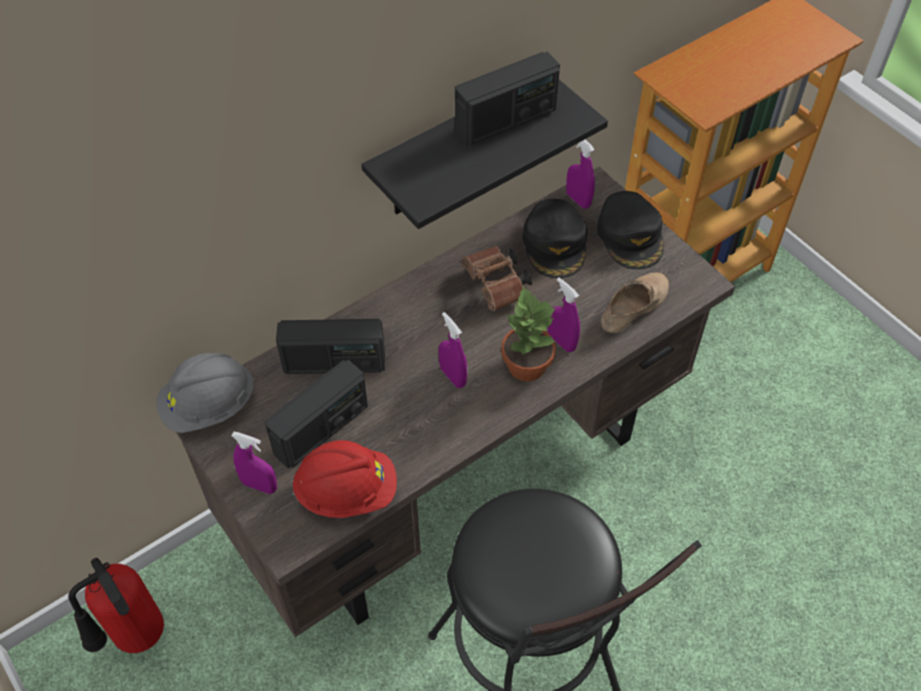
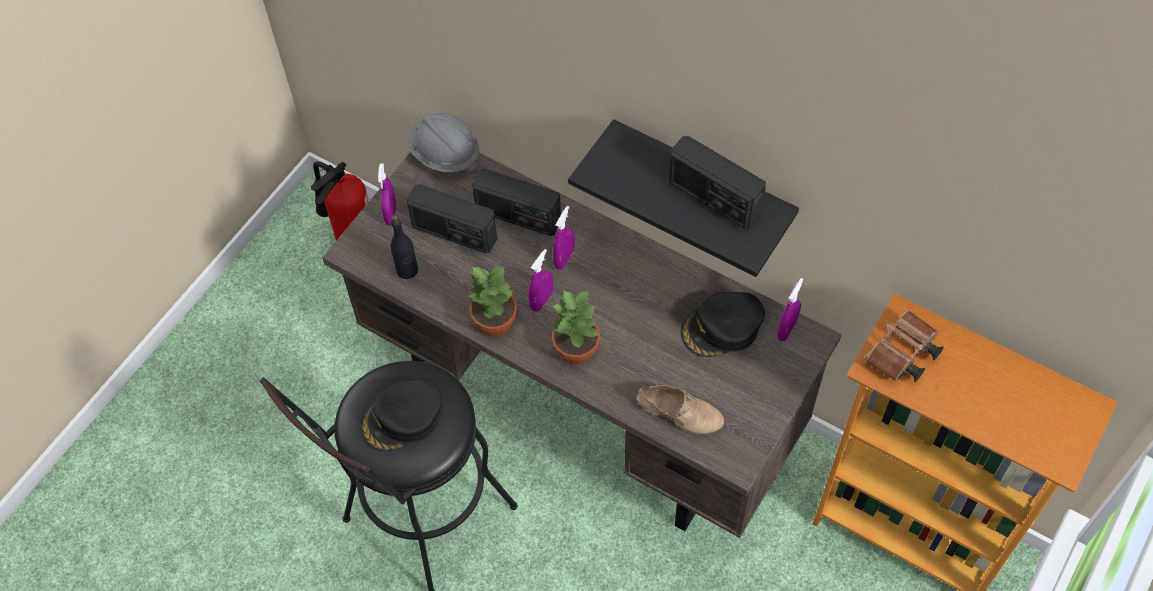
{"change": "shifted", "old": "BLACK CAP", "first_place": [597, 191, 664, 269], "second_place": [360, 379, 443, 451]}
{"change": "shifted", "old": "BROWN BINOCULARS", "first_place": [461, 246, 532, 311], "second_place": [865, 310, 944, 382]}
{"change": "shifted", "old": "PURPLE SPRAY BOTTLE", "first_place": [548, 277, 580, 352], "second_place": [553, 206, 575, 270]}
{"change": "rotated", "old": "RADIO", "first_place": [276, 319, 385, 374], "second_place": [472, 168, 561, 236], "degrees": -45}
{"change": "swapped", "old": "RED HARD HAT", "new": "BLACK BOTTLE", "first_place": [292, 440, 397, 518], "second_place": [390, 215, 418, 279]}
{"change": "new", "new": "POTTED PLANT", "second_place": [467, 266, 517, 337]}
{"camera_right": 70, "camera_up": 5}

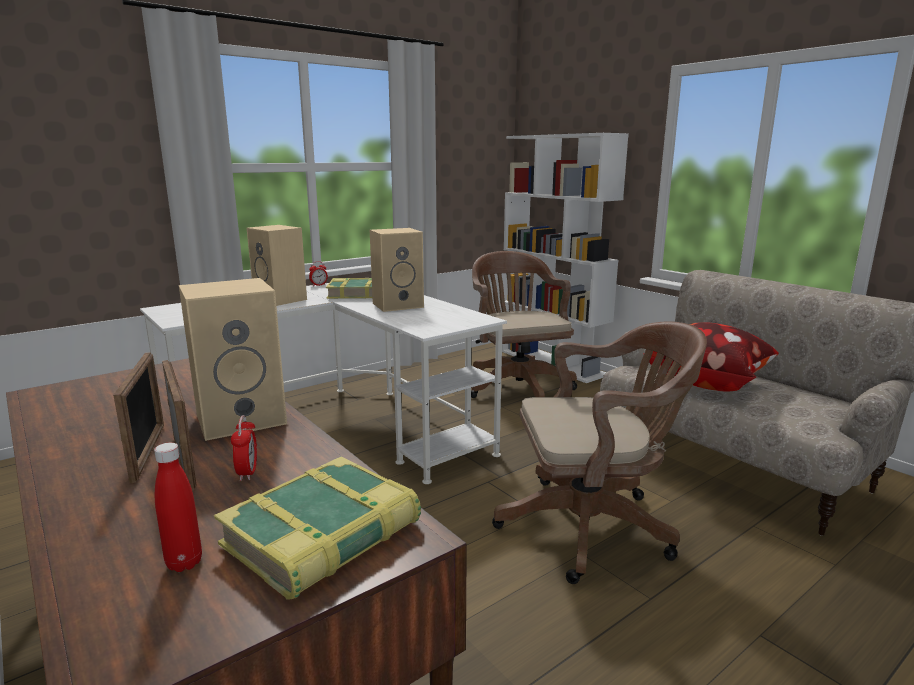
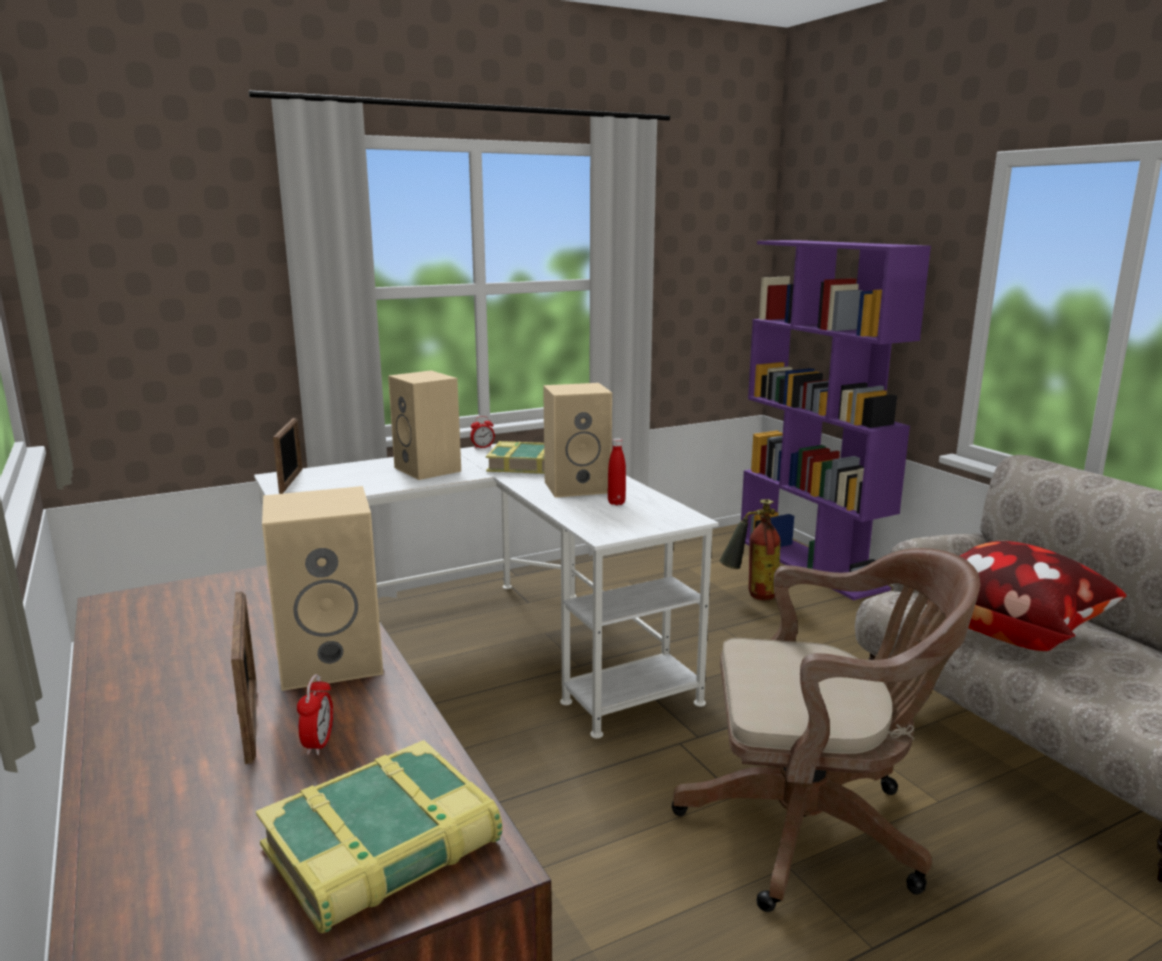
{"change": "repainted", "old": "WHITE BOOKCASE", "new": "PURPLE BOOKCASE", "first_place": [502, 133, 629, 383], "second_place": [741, 240, 931, 600]}
{"change": "swapped", "old": "BROWN OFFICE CHAIR", "new": "FIRE EXTINGUISHER", "first_place": [471, 251, 577, 398], "second_place": [719, 499, 780, 600]}
{"change": "shifted", "old": "PICTURE FRAME", "first_place": [113, 352, 164, 483], "second_place": [273, 418, 302, 494]}
{"change": "shifted", "old": "RED BOTTLE", "first_place": [154, 443, 202, 572], "second_place": [608, 438, 626, 505]}
{"camera_right": 10, "camera_up": 0}

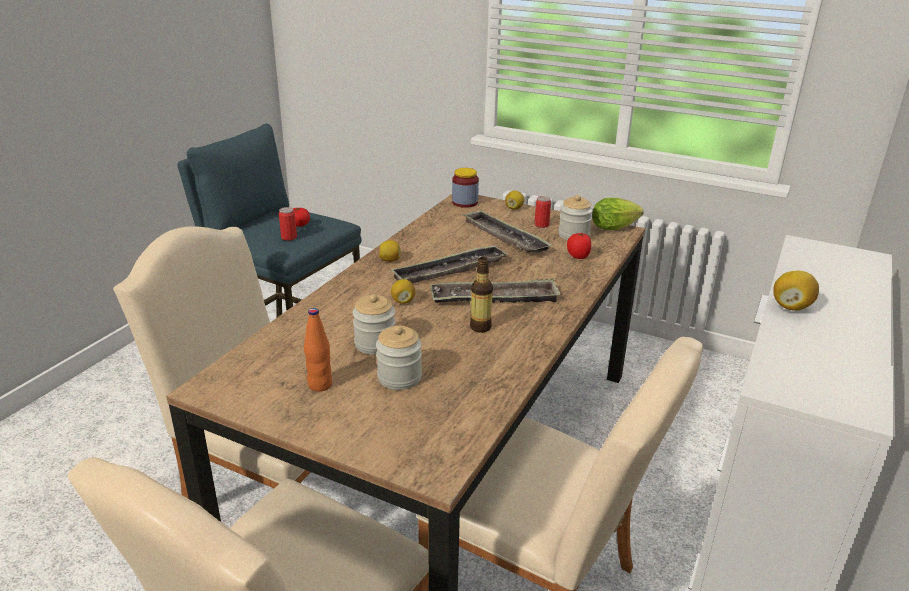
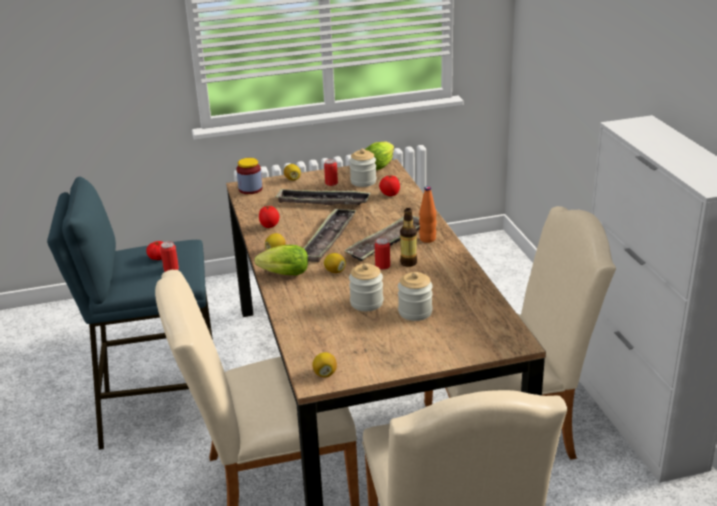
{"change": "shifted", "old": "LEMON", "first_place": [773, 271, 819, 311], "second_place": [312, 352, 337, 377]}
{"change": "shifted", "old": "ORANGE BOTTLE", "first_place": [304, 308, 332, 392], "second_place": [419, 186, 436, 243]}
{"change": "new", "new": "TOMATO", "second_place": [259, 206, 279, 228]}
{"change": "new", "new": "CAN", "second_place": [375, 238, 390, 270]}
{"change": "new", "new": "LETTUCE", "second_place": [254, 245, 308, 275]}
{"camera_right": -40, "camera_up": 0}

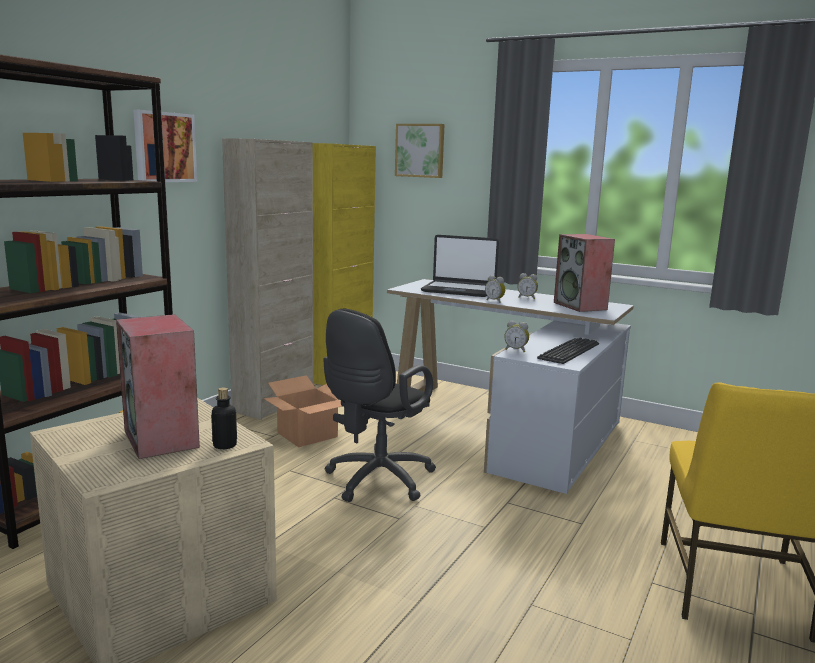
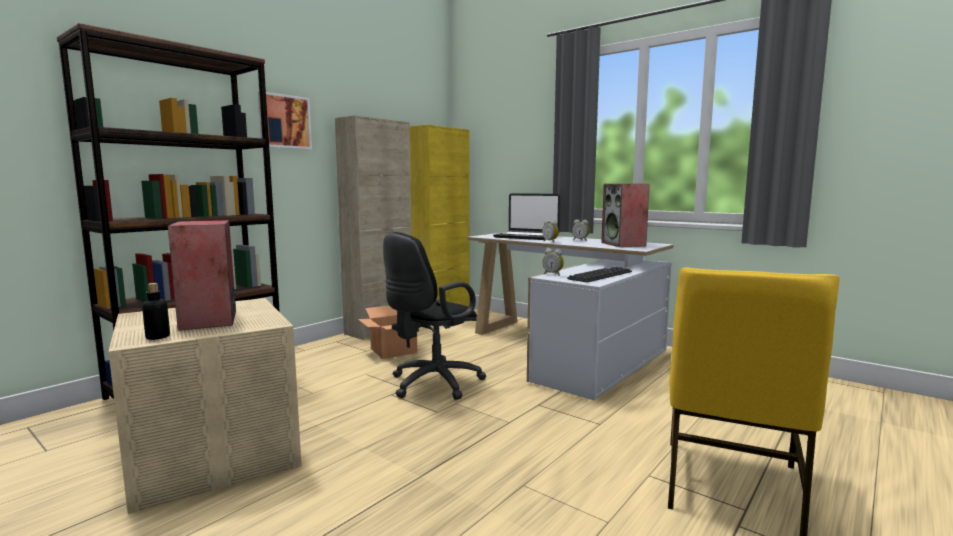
{"change": "gone", "old": "PICTURE", "first_place": [395, 124, 445, 178]}
{"change": "shifted", "old": "BOTTLE", "first_place": [211, 387, 237, 449], "second_place": [142, 283, 170, 340]}
{"camera_right": 10, "camera_up": -5}

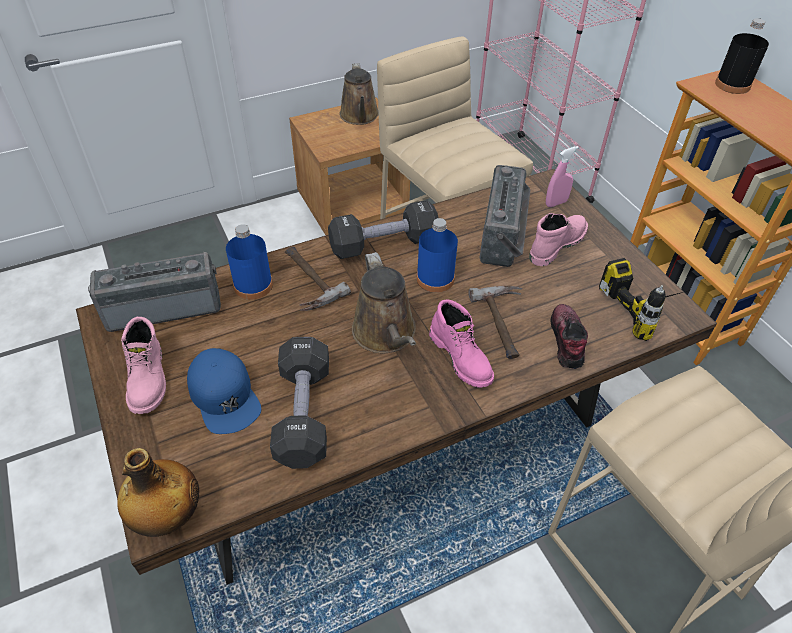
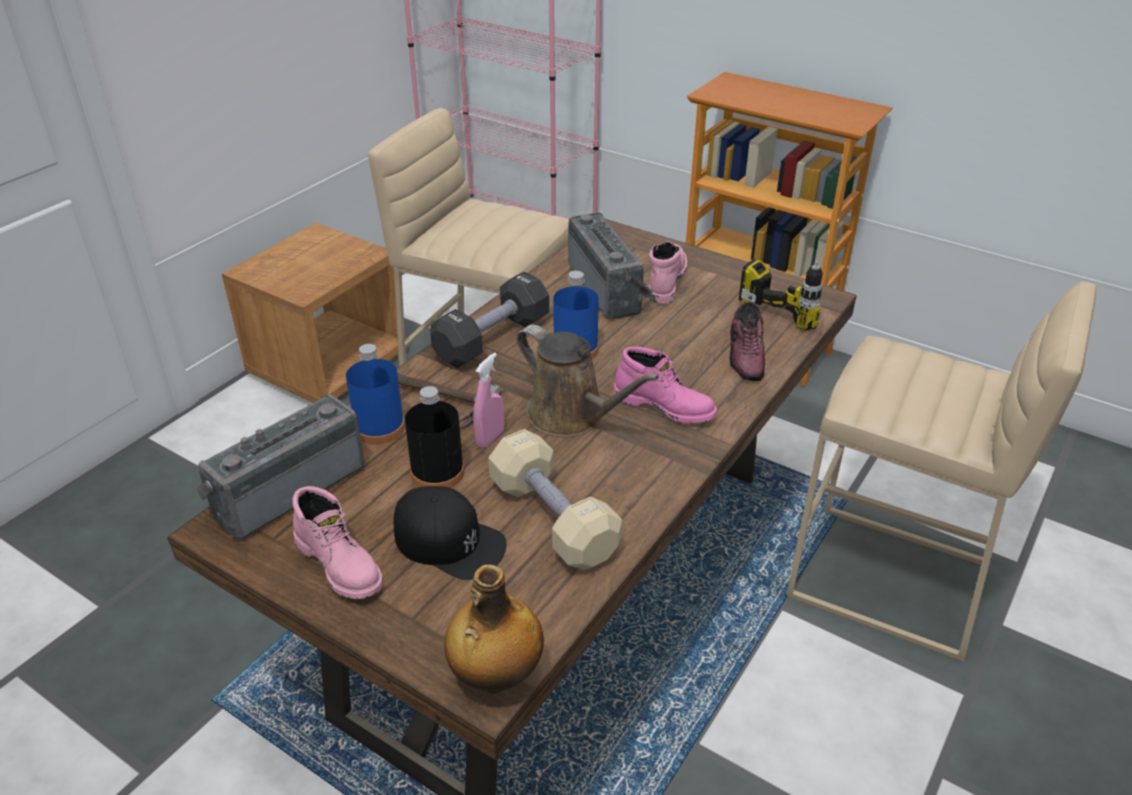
{"change": "shifted", "old": "BLACK BOTTLE", "first_place": [715, 18, 769, 94], "second_place": [405, 386, 464, 488]}
{"change": "gone", "old": "BROWN WATERING CAN", "first_place": [340, 63, 379, 125]}
{"change": "shifted", "old": "PINK SPRAY BOTTLE", "first_place": [546, 146, 579, 207], "second_place": [473, 353, 504, 448]}
{"change": "gone", "old": "HAMMER", "first_place": [468, 286, 522, 359]}
{"change": "rotated", "old": "SHOE", "first_place": [551, 304, 588, 369], "second_place": [730, 302, 765, 381], "degrees": -150}
{"change": "repainted", "old": "BLACK DUMBBELL", "new": "BEIGE DUMBBELL", "first_place": [270, 337, 329, 469], "second_place": [488, 429, 622, 570]}
{"change": "repainted", "old": "BLUE CAP", "new": "BLACK CAP", "first_place": [187, 348, 261, 434], "second_place": [393, 486, 507, 580]}
{"camera_right": -30, "camera_up": -10}

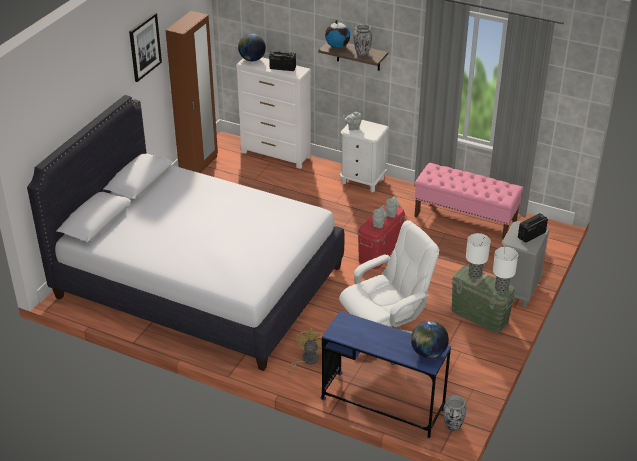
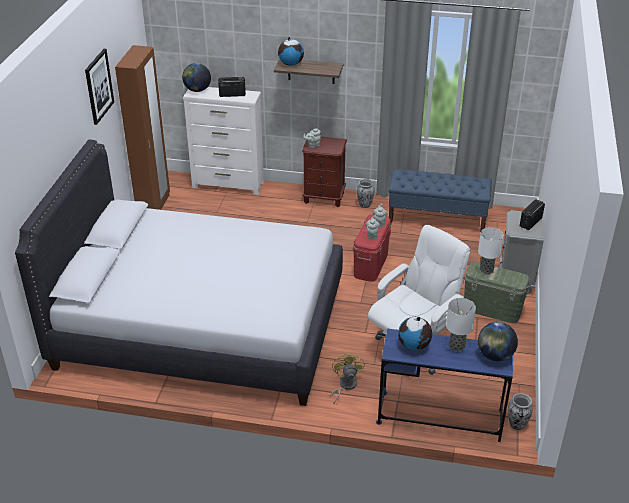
{"change": "shifted", "old": "VASE", "first_place": [354, 24, 372, 56], "second_place": [357, 179, 375, 208]}
{"change": "repainted", "old": "WHITE NIGHTSTAND", "new": "BROWN NIGHTSTAND", "first_place": [340, 120, 389, 192], "second_place": [302, 137, 347, 207]}
{"change": "repainted", "old": "PINK BENCH", "new": "BLUE BENCH", "first_place": [415, 163, 523, 239], "second_place": [389, 169, 492, 232]}
{"change": "shifted", "old": "TABLE LAMP", "first_place": [493, 247, 518, 294], "second_place": [446, 298, 476, 352]}
{"change": "new", "new": "GLOBE", "second_place": [398, 317, 432, 351]}
{"camera_right": -15, "camera_up": 0}

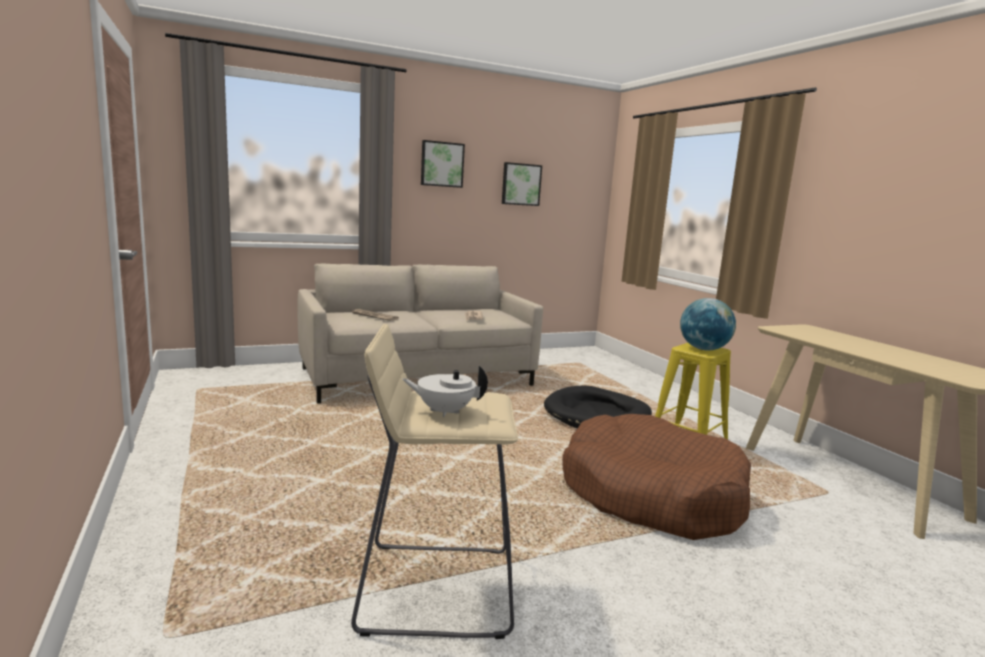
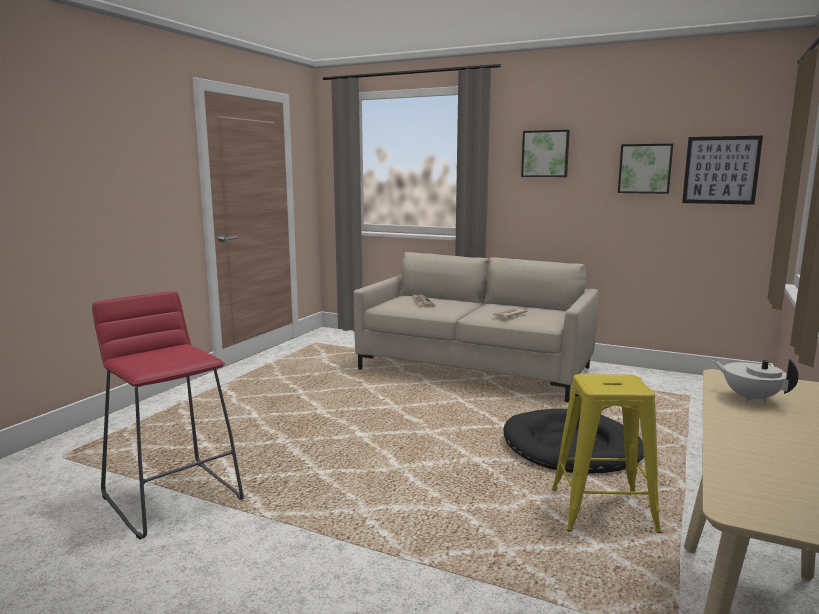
{"change": "gone", "old": "GLOBE", "first_place": [680, 298, 736, 351]}
{"change": "repainted", "old": "BEIGE STOOL", "new": "RED STOOL", "first_place": [351, 324, 518, 639], "second_place": [92, 291, 244, 540]}
{"change": "shifted", "old": "WHITE TEAPOT", "first_place": [402, 366, 488, 417], "second_place": [712, 359, 799, 403]}
{"change": "gone", "old": "BROWN DOG BED", "first_place": [562, 414, 751, 540]}
{"change": "new", "new": "PICTURE", "second_place": [682, 136, 763, 205]}
{"camera_right": 50, "camera_up": 0}

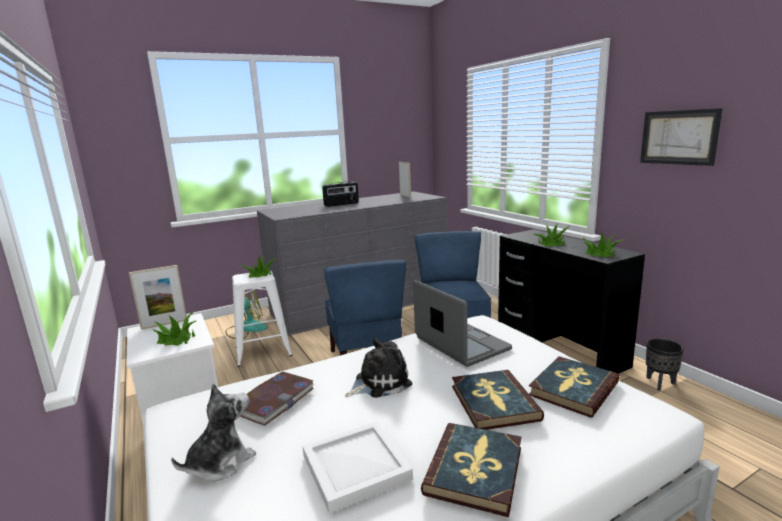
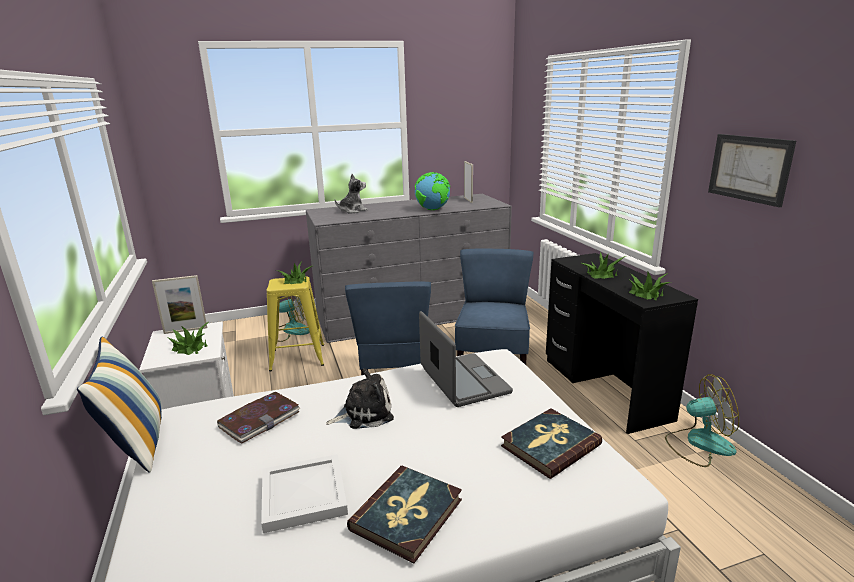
{"change": "gone", "old": "RADIO", "first_place": [322, 182, 359, 207]}
{"change": "repainted", "old": "WHITE STOOL", "new": "YELLOW STOOL", "first_place": [232, 270, 292, 367], "second_place": [267, 276, 324, 371]}
{"change": "swapped", "old": "BLACK PLANTER", "new": "FAN", "first_place": [646, 339, 684, 391], "second_place": [665, 374, 739, 467]}
{"change": "gone", "old": "BOOK", "first_place": [452, 370, 544, 430]}
{"change": "shifted", "old": "PLUSH TOY", "first_place": [171, 383, 256, 481], "second_place": [335, 174, 368, 213]}
{"change": "new", "new": "GLOBE", "second_place": [415, 172, 450, 210]}
{"change": "new", "new": "PILLOW", "second_place": [77, 336, 162, 473]}
{"camera_right": 10, "camera_up": 5}

